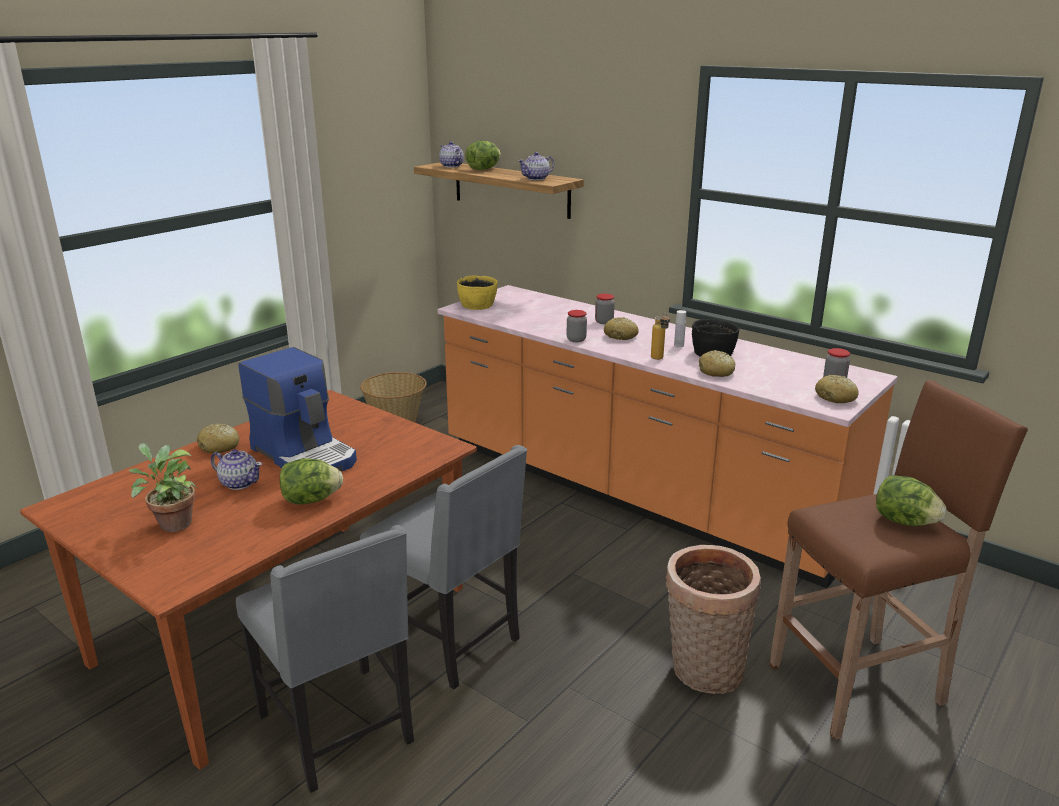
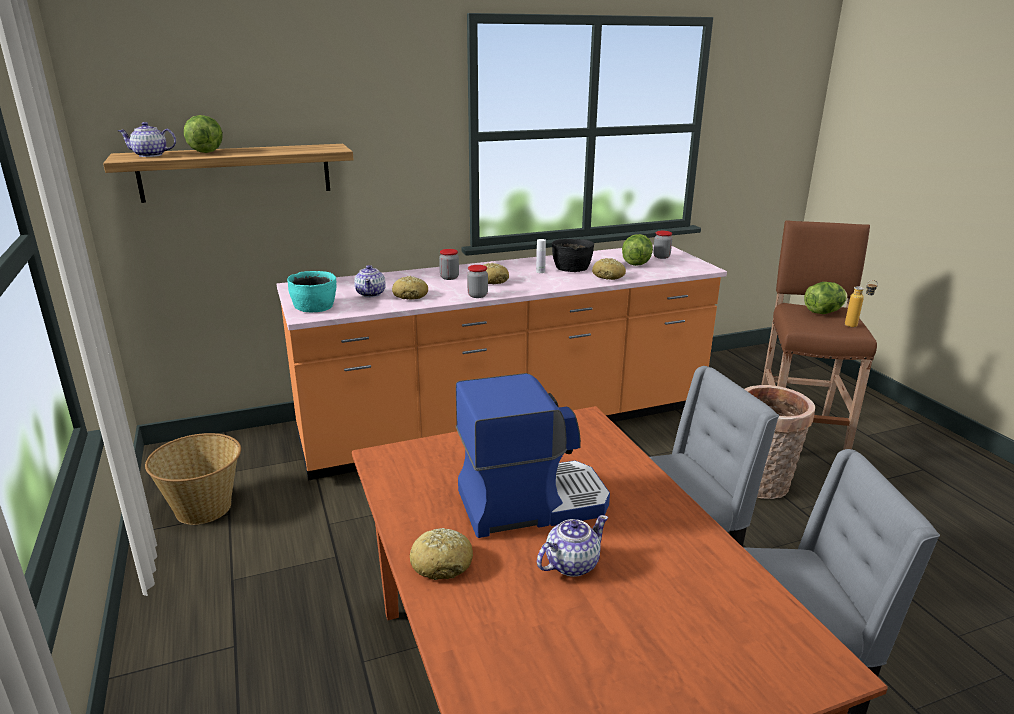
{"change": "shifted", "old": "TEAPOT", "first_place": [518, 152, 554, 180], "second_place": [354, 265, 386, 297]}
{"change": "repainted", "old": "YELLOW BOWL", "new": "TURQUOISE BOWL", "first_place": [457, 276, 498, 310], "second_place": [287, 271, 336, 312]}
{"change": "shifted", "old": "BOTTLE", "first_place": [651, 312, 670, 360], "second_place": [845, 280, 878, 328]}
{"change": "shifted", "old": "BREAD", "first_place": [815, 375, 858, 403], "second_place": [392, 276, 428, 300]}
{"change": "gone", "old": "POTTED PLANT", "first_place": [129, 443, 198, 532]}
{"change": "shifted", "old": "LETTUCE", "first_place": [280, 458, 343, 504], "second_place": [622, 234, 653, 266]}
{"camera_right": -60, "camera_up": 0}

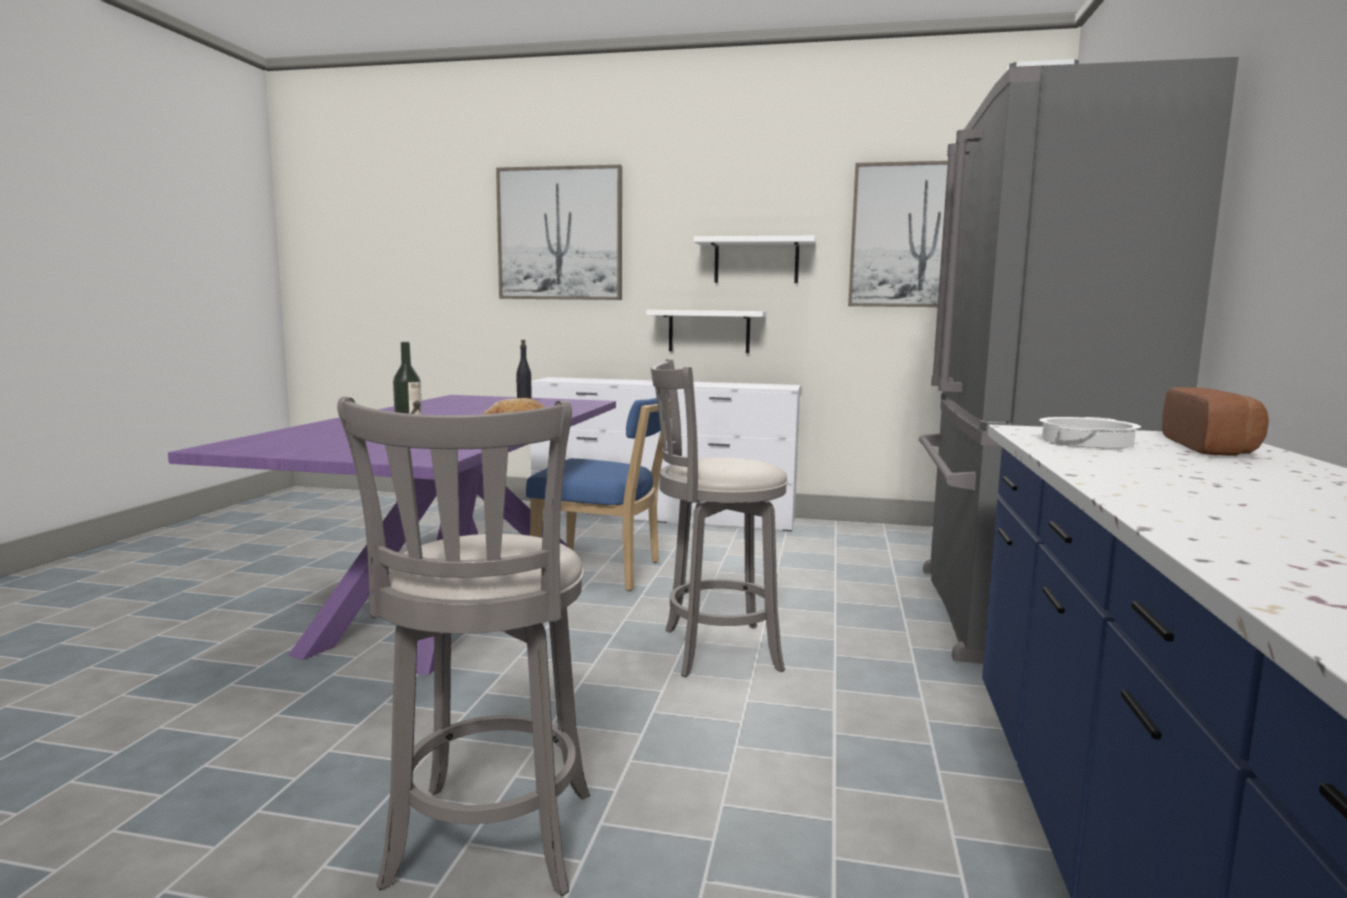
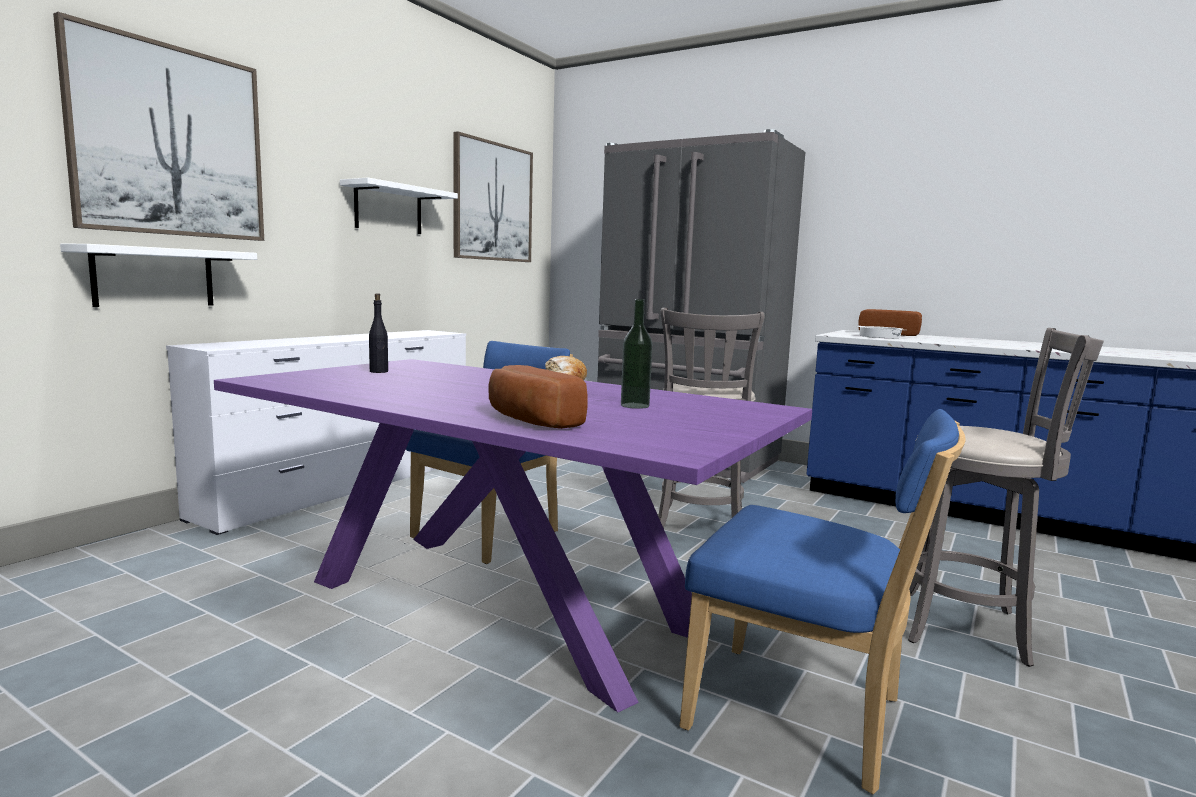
{"change": "shifted", "old": "WHITE SHELF", "first_place": [646, 310, 766, 353], "second_place": [60, 244, 257, 307]}
{"change": "new", "new": "BREAD", "second_place": [489, 365, 588, 429]}
{"change": "new", "new": "BLUE CHAIR", "second_place": [680, 409, 966, 794]}
{"camera_right": -70, "camera_up": 0}

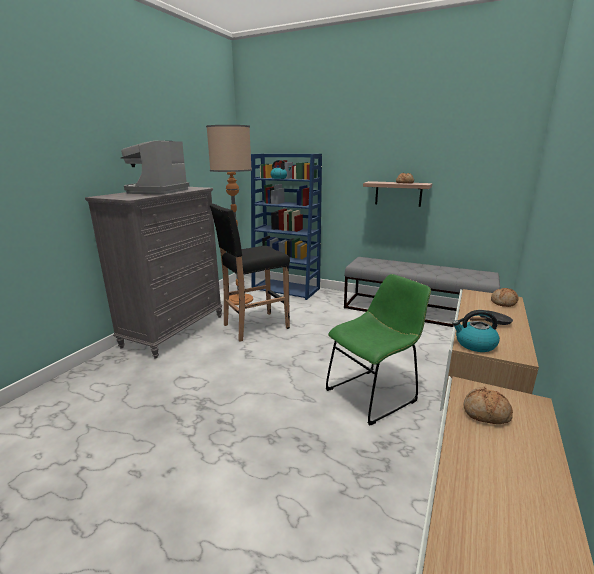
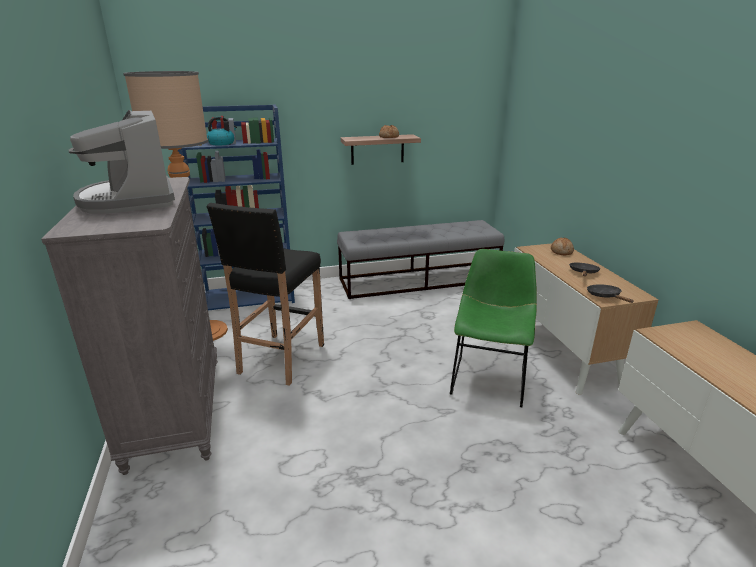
{"change": "swapped", "old": "KETTLE", "new": "BLACK FRYING PAN", "first_place": [452, 310, 500, 352], "second_place": [587, 284, 634, 303]}
{"change": "gone", "old": "BREAD", "first_place": [463, 387, 513, 424]}
{"camera_right": -40, "camera_up": 5}

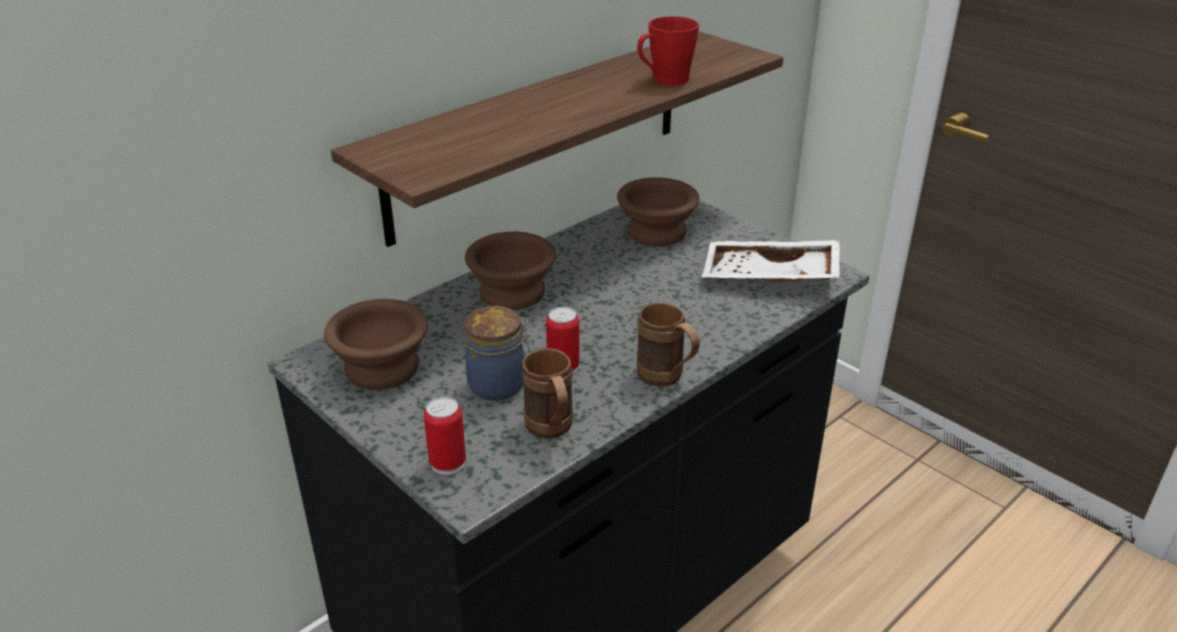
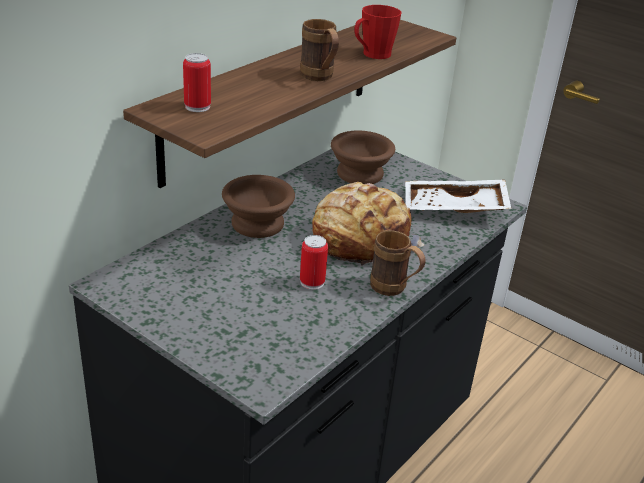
{"change": "gone", "old": "BROWN BOWL", "first_place": [324, 299, 428, 390]}
{"change": "gone", "old": "JAR", "first_place": [464, 306, 531, 401]}
{"change": "shifted", "old": "BROWN MUG", "first_place": [522, 348, 573, 439], "second_place": [300, 19, 339, 81]}
{"change": "shifted", "old": "CAN", "first_place": [424, 397, 466, 475], "second_place": [183, 53, 211, 112]}
{"change": "new", "new": "BREAD", "second_place": [312, 182, 425, 265]}
{"camera_right": -10, "camera_up": 0}

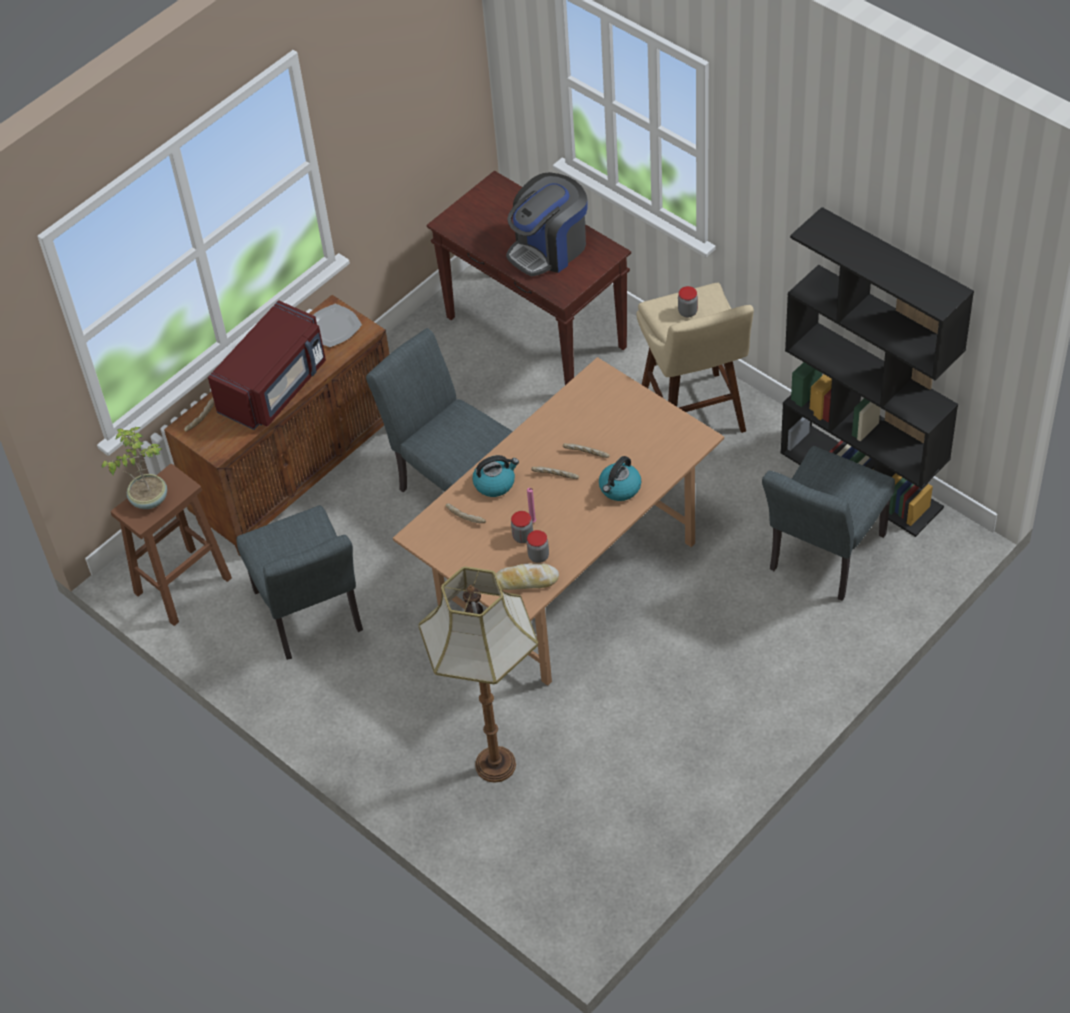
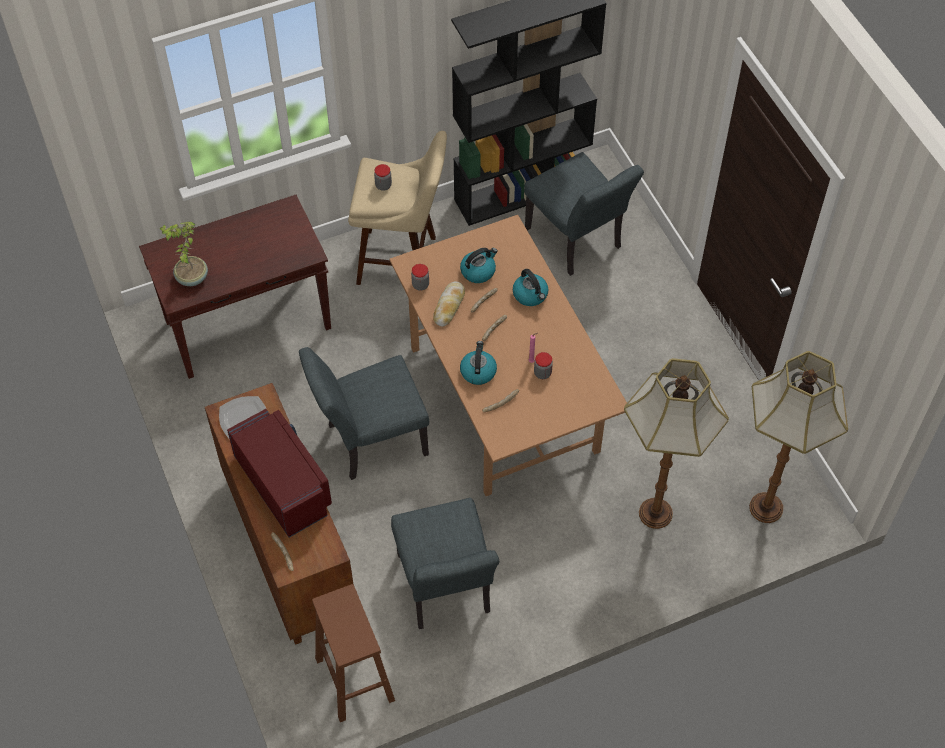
{"change": "gone", "old": "COFFEE MACHINE", "first_place": [506, 172, 588, 276]}
{"change": "shifted", "old": "POTTED PLANT", "first_place": [102, 427, 167, 509], "second_place": [160, 222, 208, 286]}
{"change": "rotated", "old": "GREY CHAIR", "first_place": [236, 505, 363, 660], "second_place": [391, 498, 499, 629], "degrees": 75}
{"change": "shifted", "old": "JAR", "first_place": [527, 530, 549, 563], "second_place": [411, 264, 429, 291]}
{"change": "shifted", "old": "BREAD", "first_place": [496, 564, 559, 590], "second_place": [433, 281, 465, 327]}
{"change": "new", "new": "KETTLE", "second_place": [460, 248, 498, 283]}
{"change": "new", "new": "FLOOR LAMP", "second_place": [749, 351, 848, 523]}
{"camera_right": -70, "camera_up": 5}

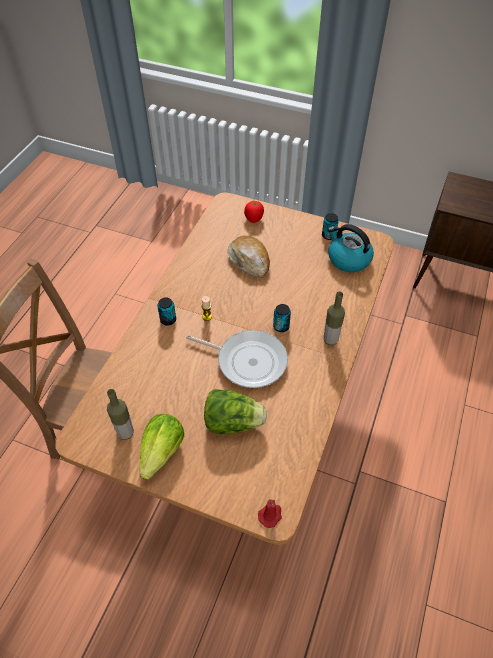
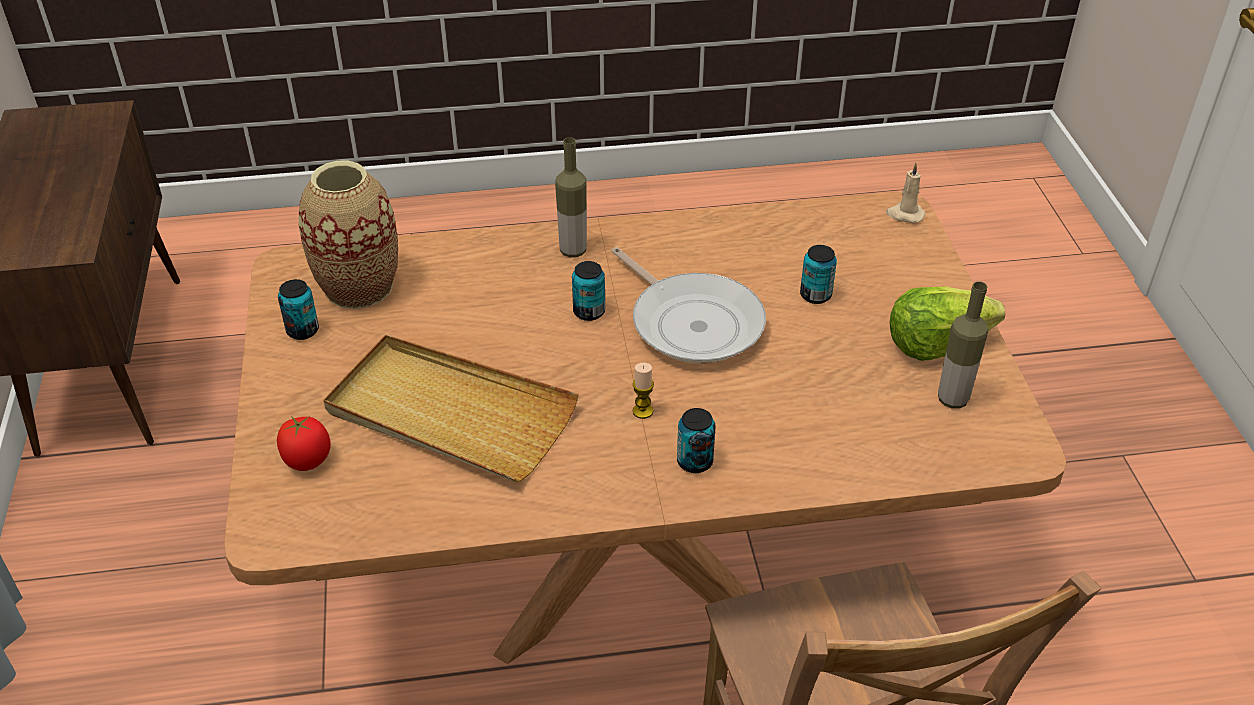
{"change": "swapped", "old": "KETTLE", "new": "VASE", "first_place": [328, 224, 374, 272], "second_place": [299, 161, 398, 309]}
{"change": "swapped", "old": "BREAD", "new": "BEIGE TRAY", "first_place": [228, 236, 270, 278], "second_place": [324, 335, 579, 482]}
{"change": "rotated", "old": "FRYING PAN", "first_place": [186, 330, 288, 388], "second_place": [611, 247, 766, 363], "degrees": 150}
{"change": "swapped", "old": "LETTUCE", "new": "CAN", "first_place": [204, 389, 267, 434], "second_place": [800, 245, 837, 304]}
{"change": "repainted", "old": "RED CANDLE", "new": "BEIGE CANDLE", "first_place": [258, 499, 282, 528], "second_place": [886, 163, 925, 223]}
{"camera_right": -120, "camera_up": -10}

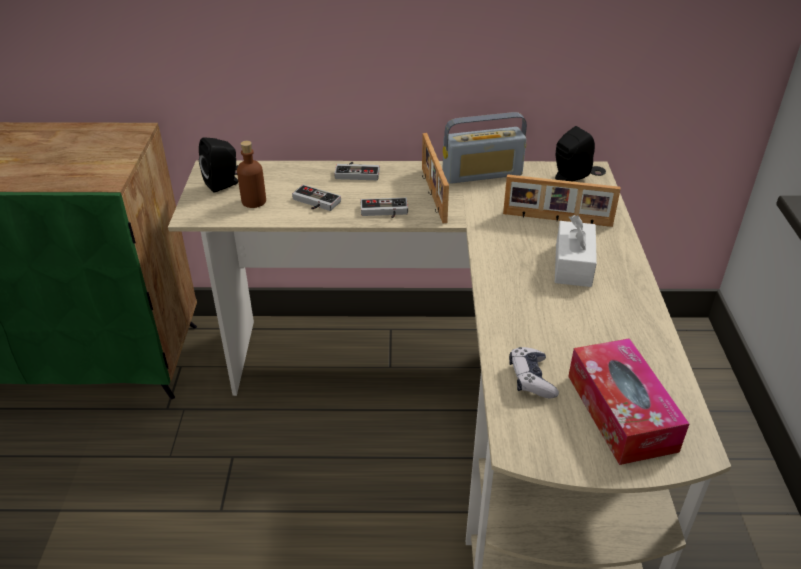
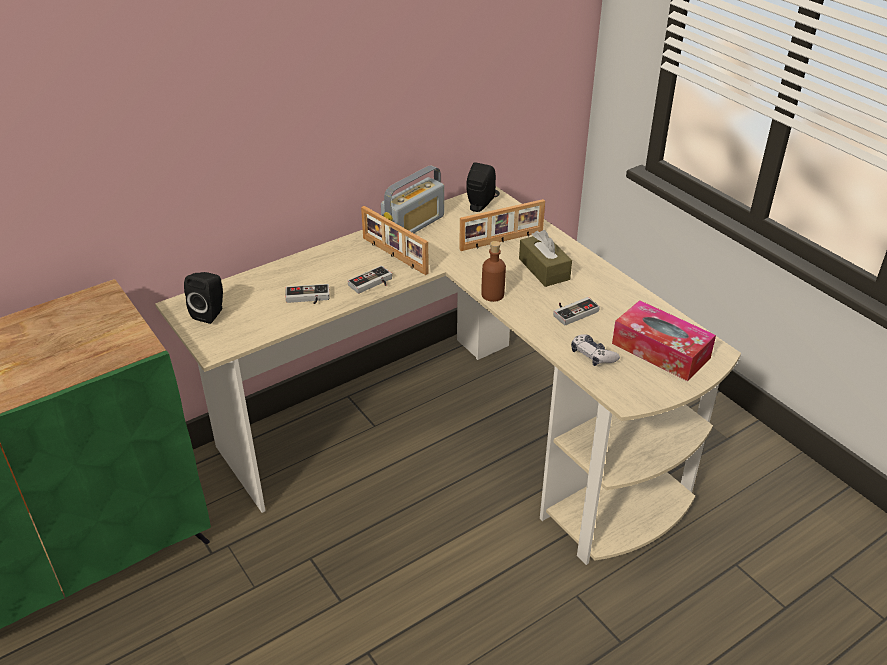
{"change": "shifted", "old": "BROWN BOTTLE", "first_place": [237, 141, 266, 208], "second_place": [481, 241, 506, 302]}
{"change": "shifted", "old": "GAME CONTROLLER", "first_place": [334, 162, 380, 180], "second_place": [553, 297, 600, 326]}
{"change": "repainted", "old": "WHITE TISSUE BOX", "new": "BROWN TISSUE BOX", "first_place": [555, 215, 597, 287], "second_place": [519, 230, 572, 287]}
{"camera_right": -35, "camera_up": 0}

